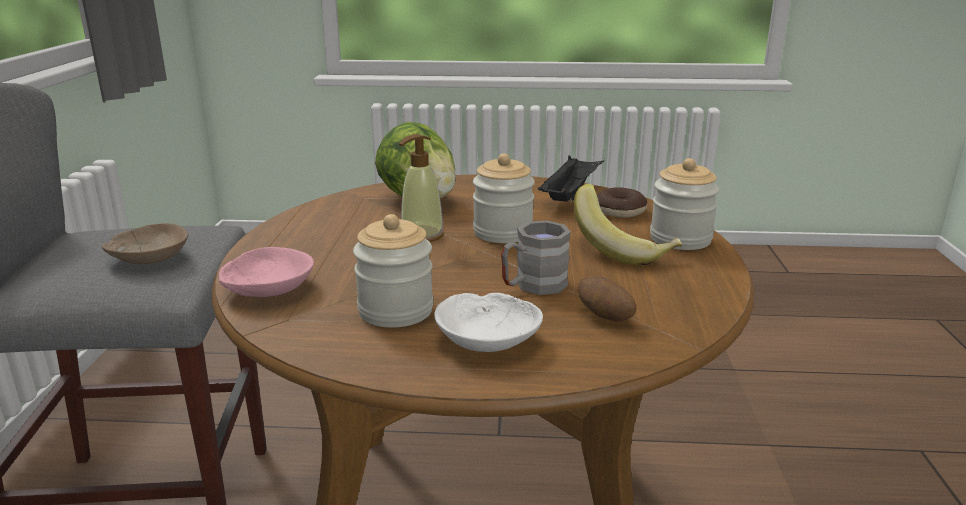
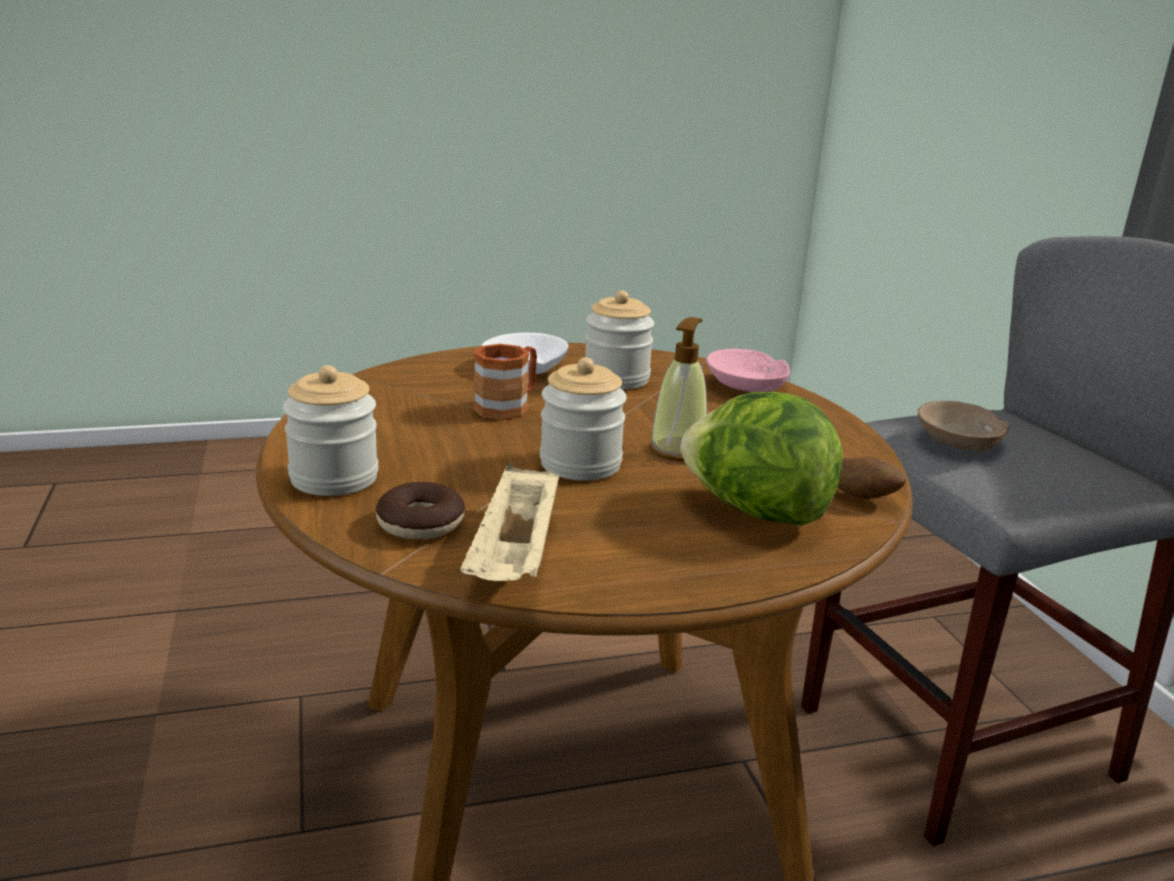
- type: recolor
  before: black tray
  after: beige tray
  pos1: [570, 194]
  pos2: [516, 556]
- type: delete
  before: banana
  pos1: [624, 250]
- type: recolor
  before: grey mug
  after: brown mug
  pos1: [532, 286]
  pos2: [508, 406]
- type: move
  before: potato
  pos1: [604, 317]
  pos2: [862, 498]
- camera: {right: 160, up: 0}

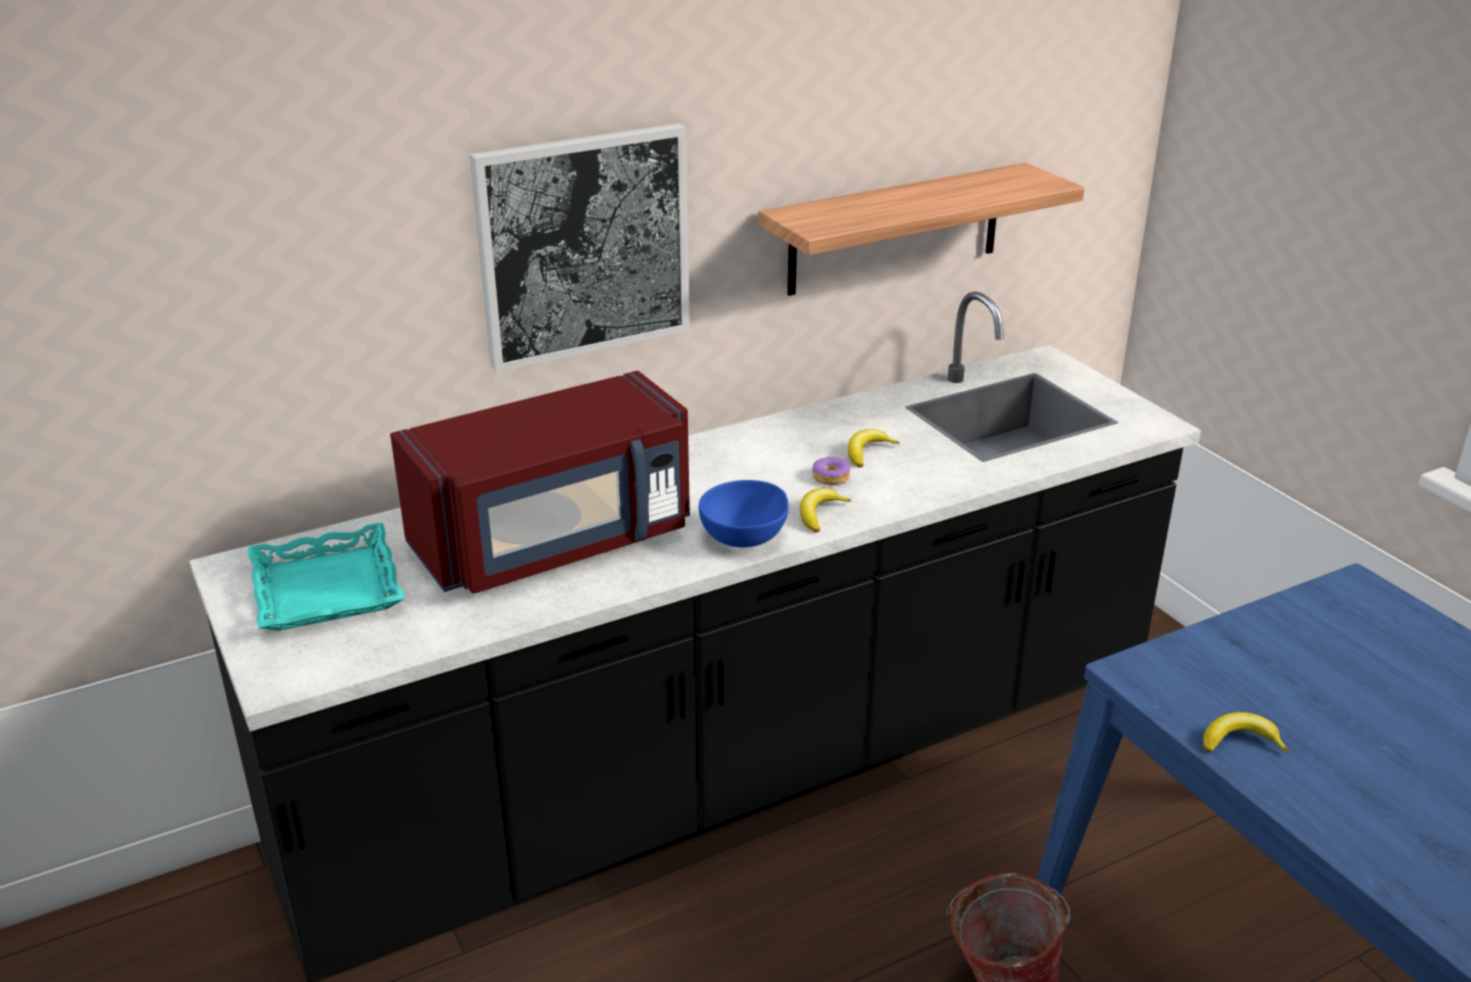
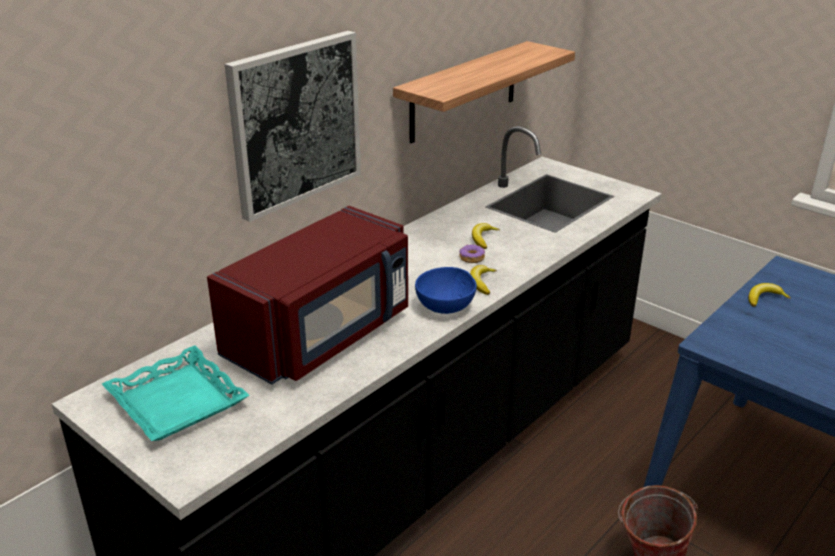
- type: move
  before: banana
  pos1: [1240, 741]
  pos2: [764, 298]
- camera: {right: -20, up: 0}

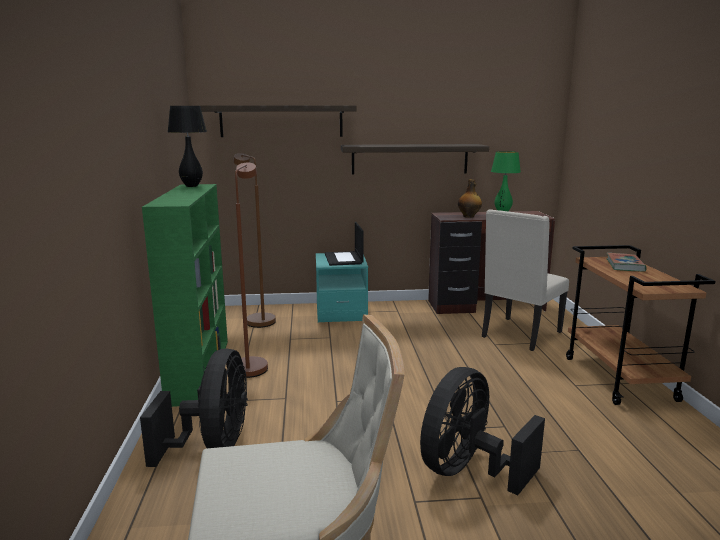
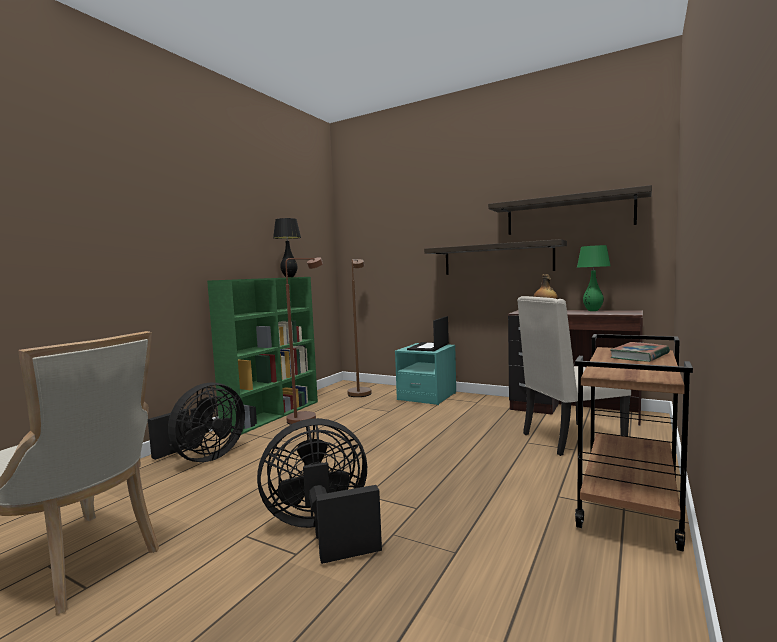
- type: move
  before: shelf
  pos1: [281, 121]
  pos2: [568, 215]
- camera: {right: 35, up: -10}

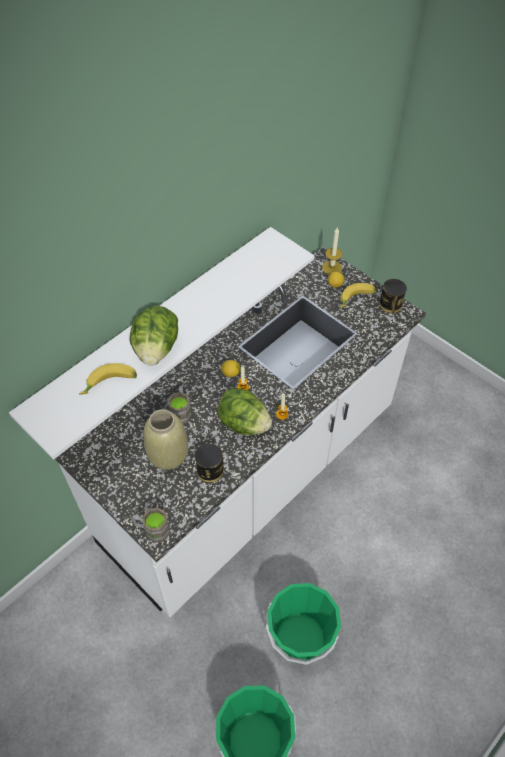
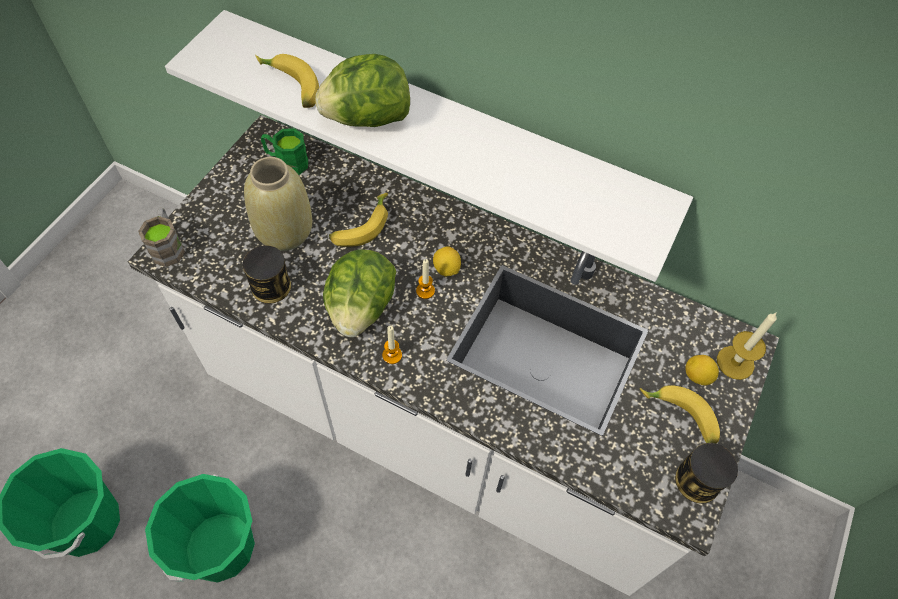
- type: replace
  before: brown mug
  after: banana
  pos1: [181, 411]
  pos2: [361, 226]
- type: insert
  after: green mug
  pos2: [286, 162]
- camera: {right: 70, up: 5}

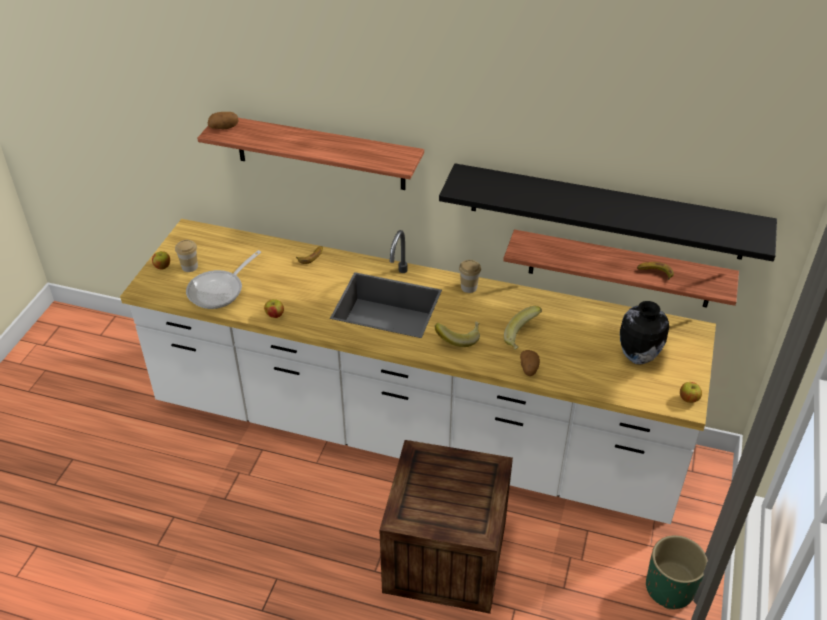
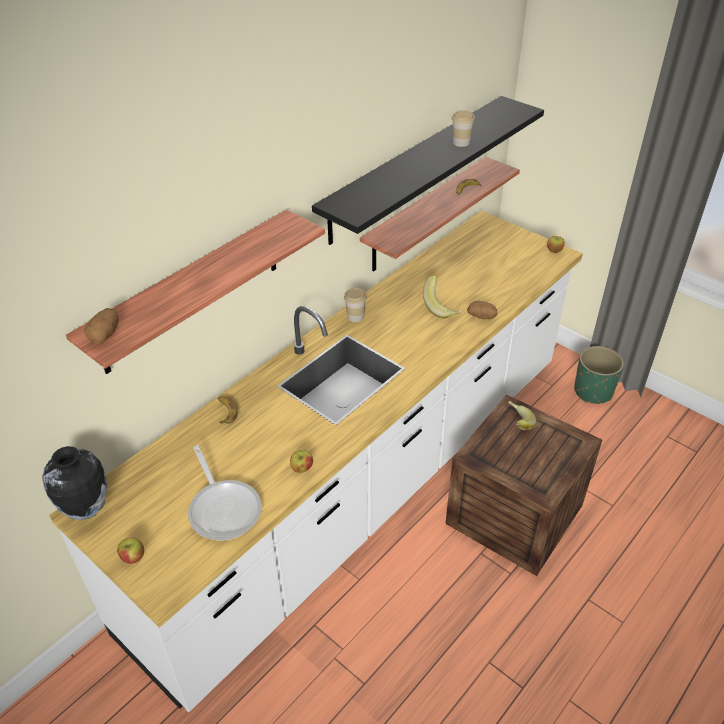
- type: move
  before: cup
  pos1: [189, 267]
  pos2: [461, 142]
- type: move
  before: vase
  pos1: [637, 357]
  pos2: [86, 510]
- type: move
  before: banana
  pos1: [458, 338]
  pos2: [516, 423]
- camera: {right: -65, up: 0}

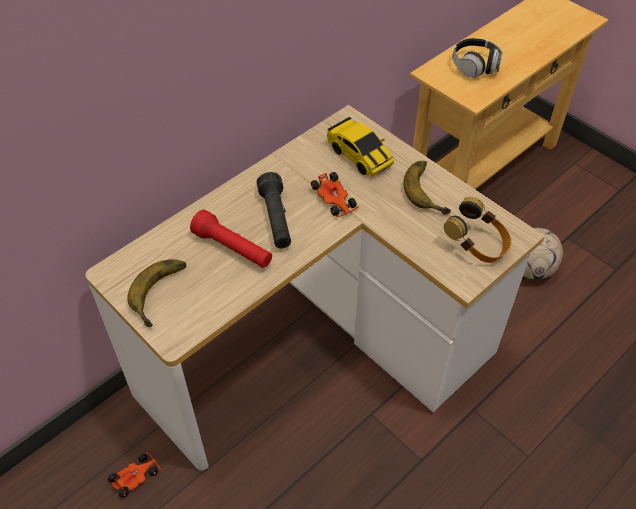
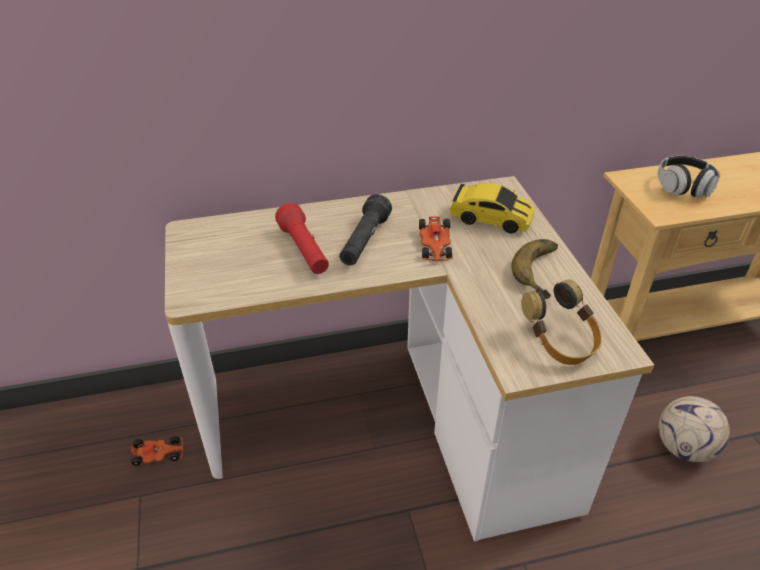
- type: rotate
  before: toy car
  pos1: [359, 156]
  pos2: [491, 219]
  turn: -60
- type: delete
  before: banana
  pos1: [164, 294]
- camera: {right: 30, up: -10}

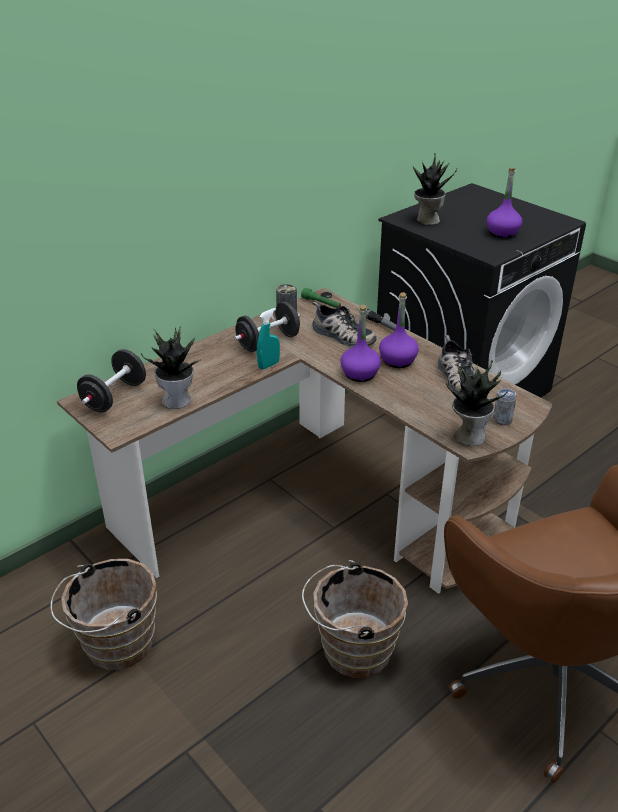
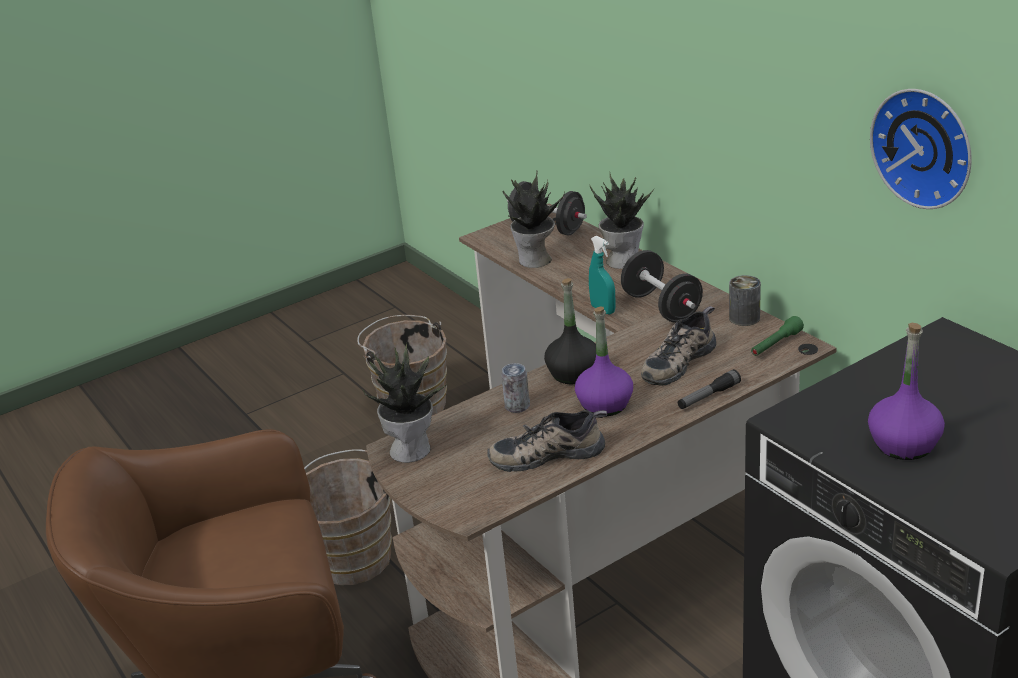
- type: move
  before: potted plant
  pos1: [427, 220]
  pos2: [622, 260]
- type: recolor
  before: purple bottle
  after: black bottle
  pos1: [360, 374]
  pos2: [573, 373]
- type: move
  before: can
  pos1: [502, 420]
  pos2: [517, 406]
- type: insert
  after: wall clock
  pos2: [926, 146]
- camera: {right: 100, up: -5}

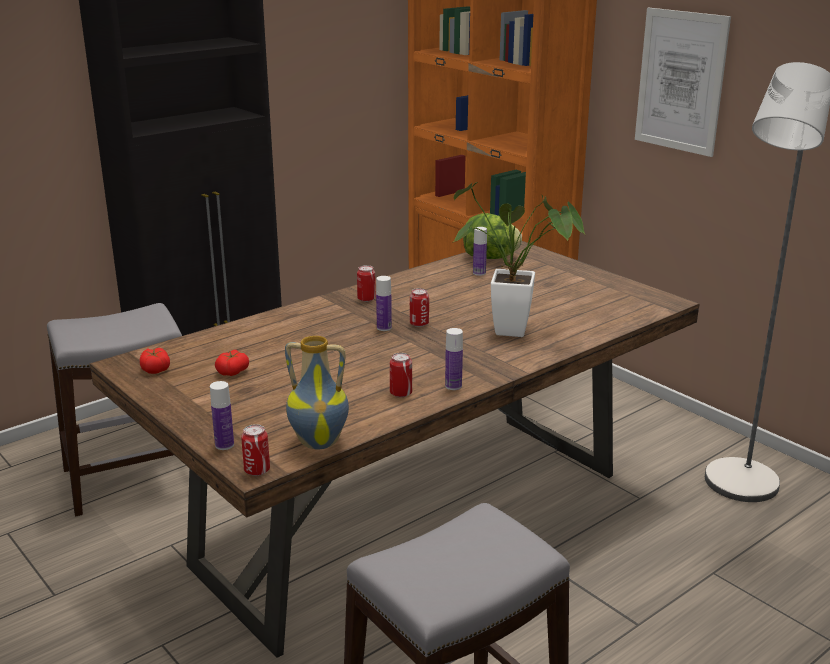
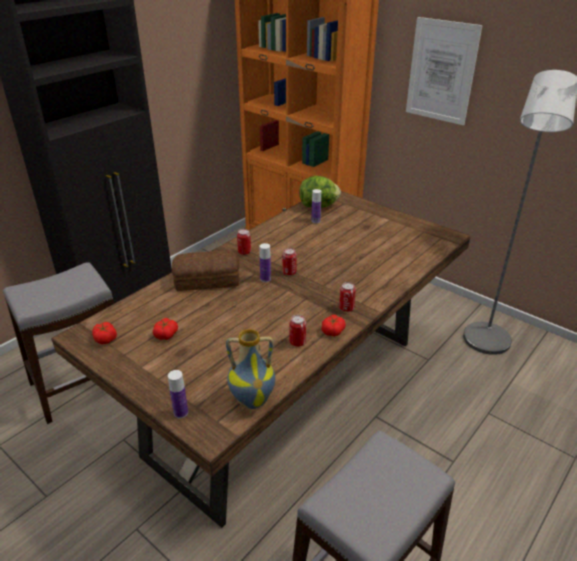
- type: delete
  before: potted plant
  pos1: [520, 332]
- type: replace
  before: bottle
  after: tomato
  pos1: [453, 386]
  pos2: [332, 331]
- type: move
  before: can
  pos1: [257, 470]
  pos2: [346, 308]
- type: insert
  after: bread
  pos2: [208, 280]
- camera: {right: -10, up: 10}

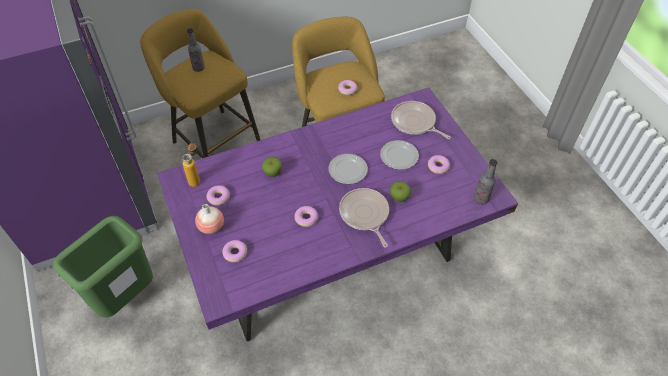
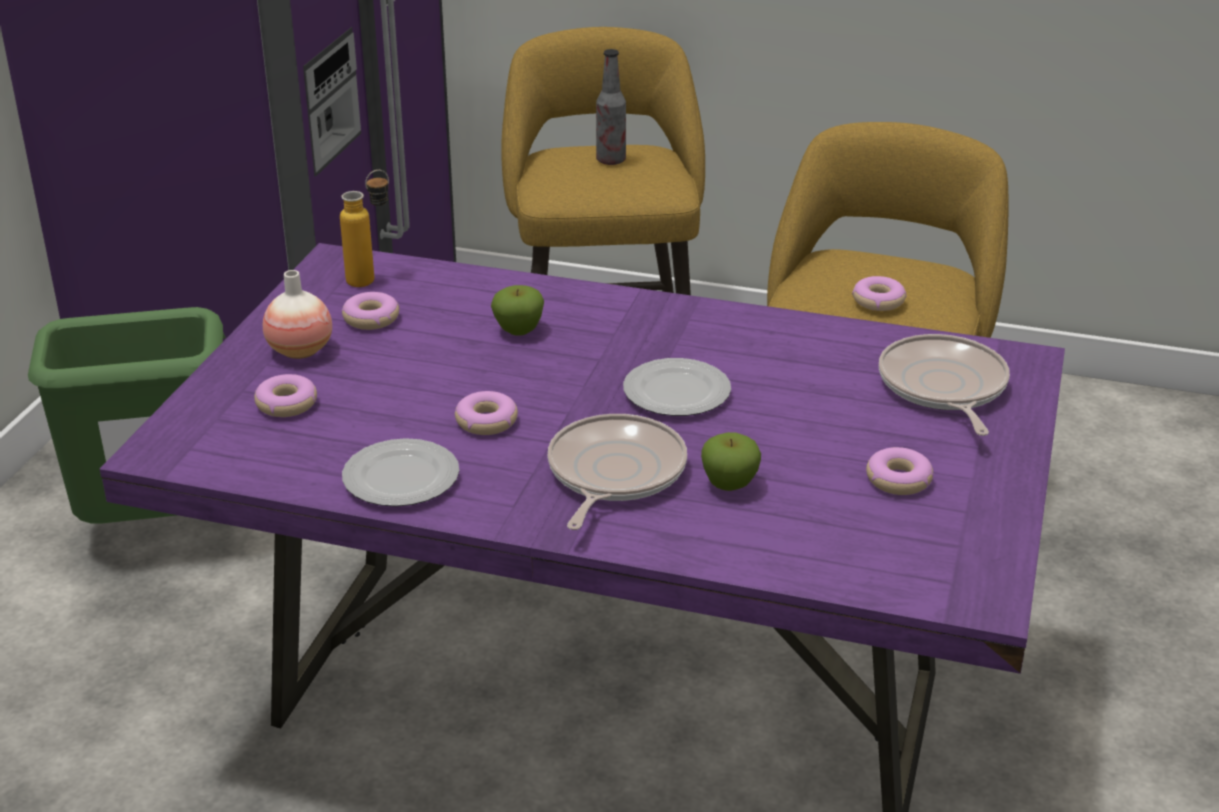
- type: move
  before: plate
  pos1: [399, 156]
  pos2: [402, 478]
- type: delete
  before: bottle
  pos1: [481, 199]
- camera: {right: 40, up: -20}

